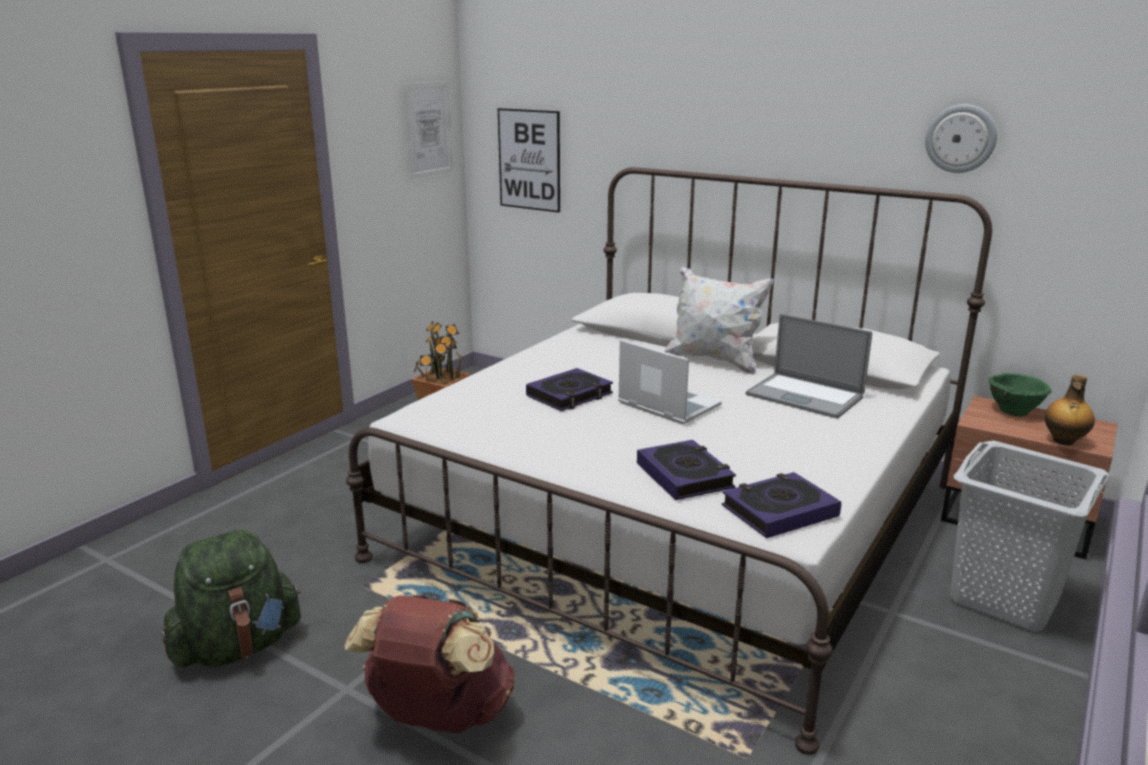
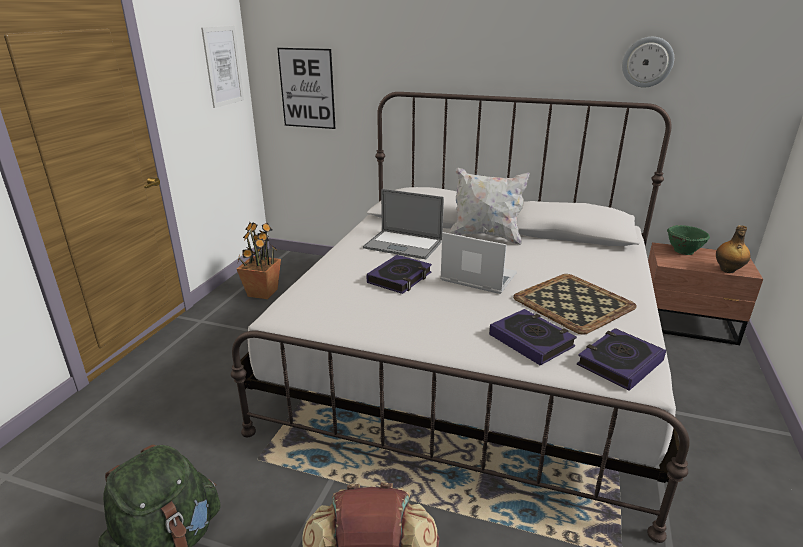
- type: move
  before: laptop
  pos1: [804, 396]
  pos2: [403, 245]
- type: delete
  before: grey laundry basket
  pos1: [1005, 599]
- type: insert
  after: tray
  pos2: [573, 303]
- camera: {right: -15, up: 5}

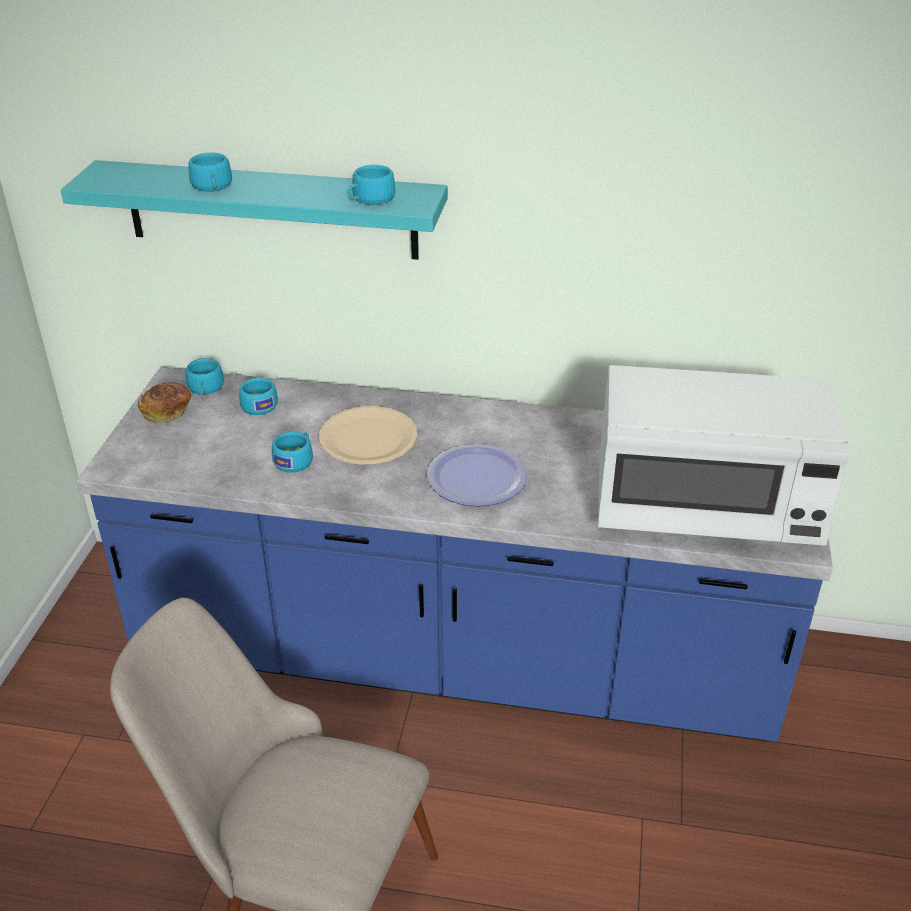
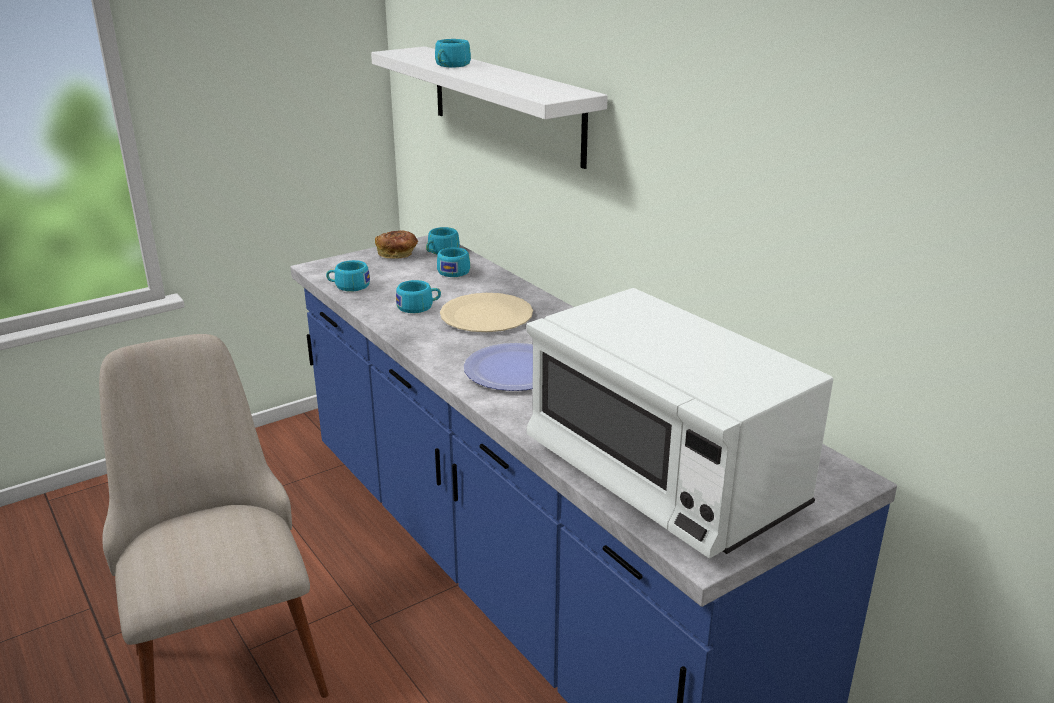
- type: recolor
  before: turquoise shelf
  after: white shelf
  pos1: [271, 210]
  pos2: [505, 103]
- type: move
  before: turquoise cup
  pos1: [370, 199]
  pos2: [348, 286]
- camera: {right: 45, up: -10}

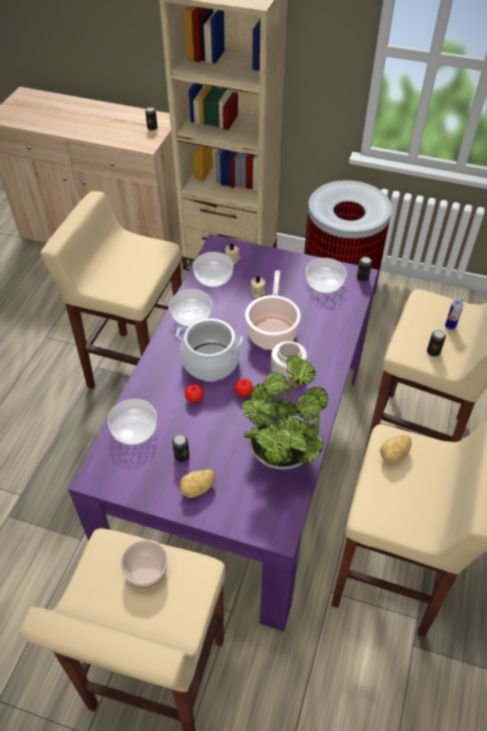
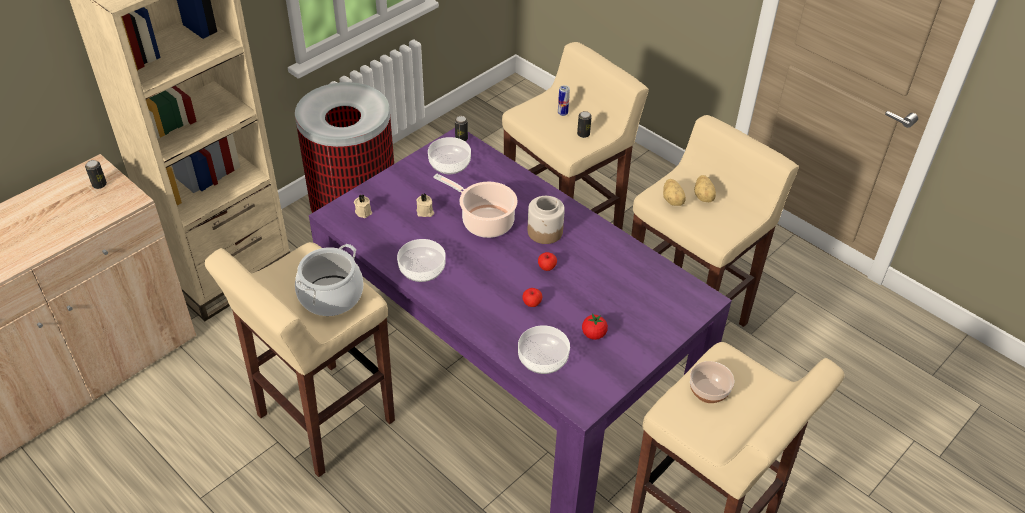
- type: delete
  before: bowl
  pos1: [214, 278]
- type: move
  before: cooking pot
  pos1: [210, 362]
  pos2: [331, 296]
- type: delete
  before: potted plant
  pos1: [281, 449]
- type: replace
  before: can
  after: tomato
  pos1: [182, 456]
  pos2: [593, 334]
- type: move
  before: potato
  pos1: [198, 489]
  pos2: [704, 197]
- camera: {right: -65, up: -5}

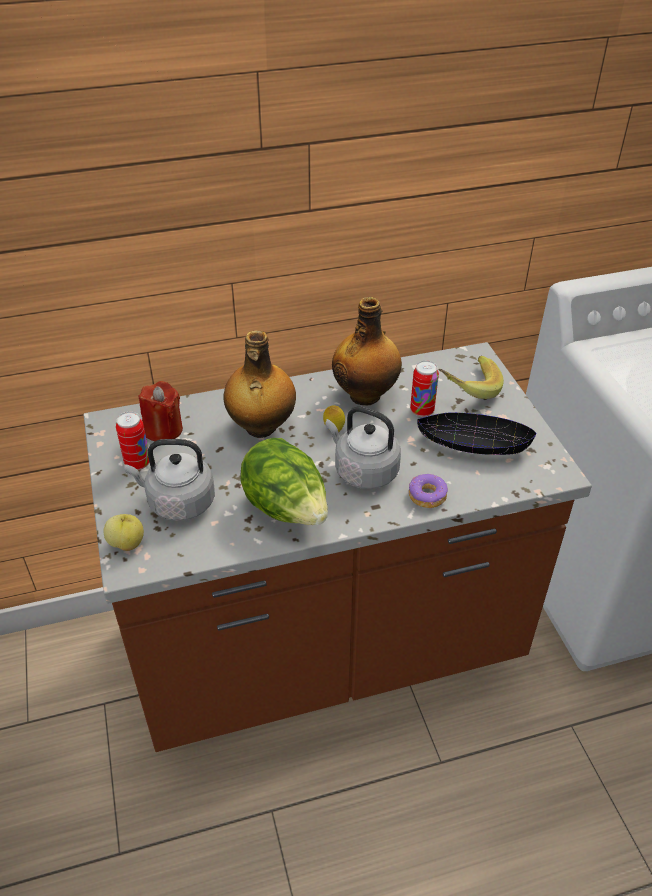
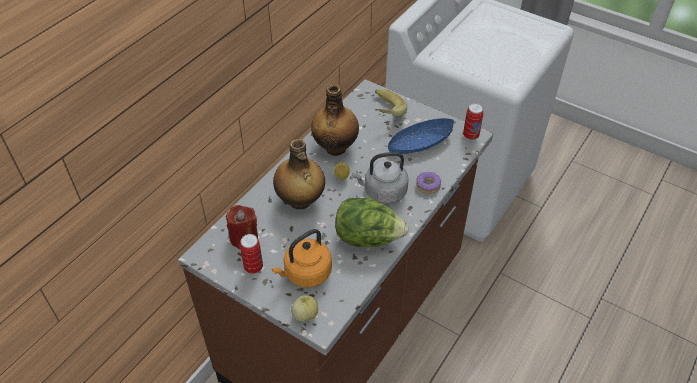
- type: move
  before: can
  pos1: [422, 411]
  pos2: [470, 135]
- type: recolor
  before: black bowl
  after: blue bowl
  pos1: [473, 444]
  pos2: [419, 144]
- type: recolor
  before: grey kettle
  after: orange kettle
  pos1: [178, 503]
  pos2: [305, 274]
- camera: {right: -40, up: 5}

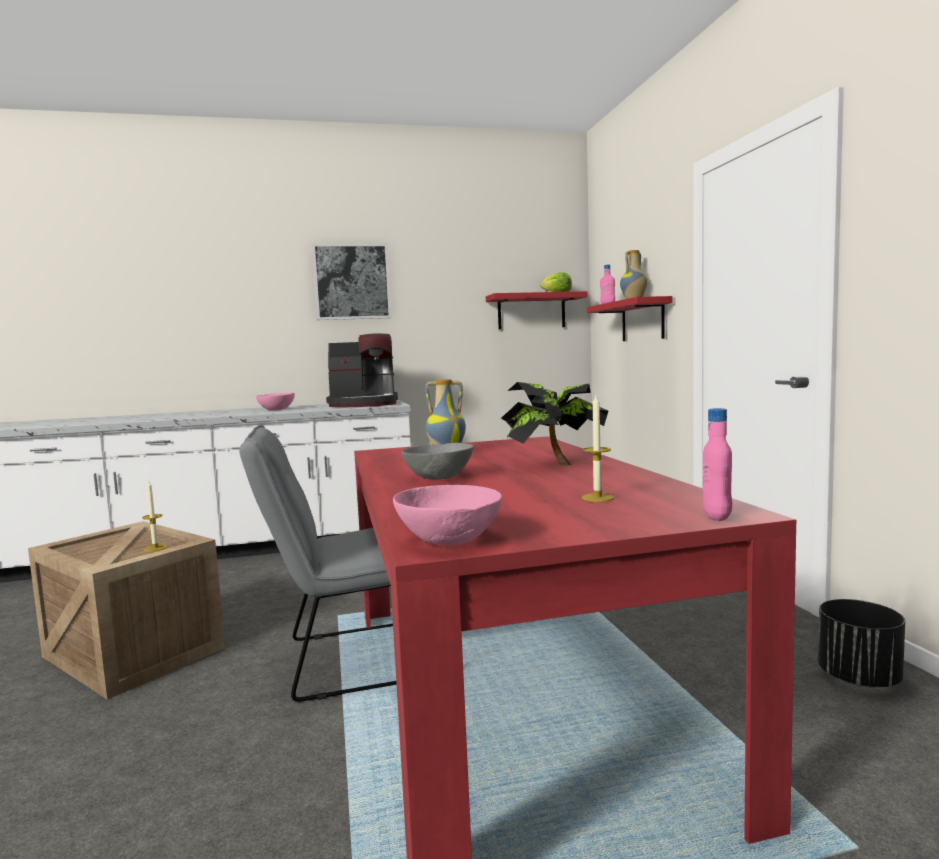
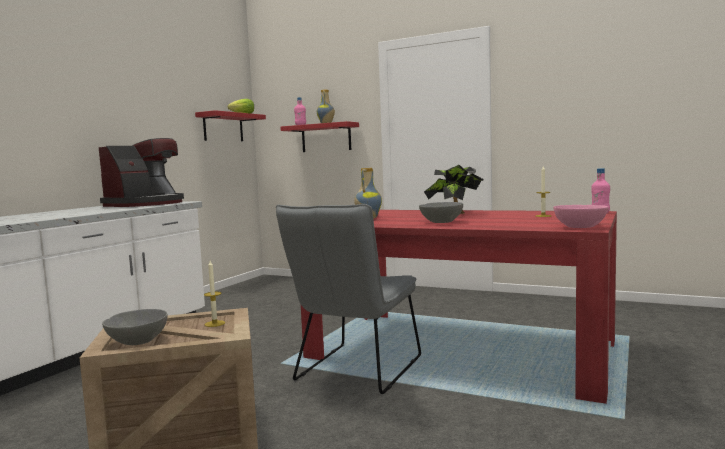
- type: delete
  before: picture
  pos1: [352, 282]
- type: delete
  before: pink bowl
  pos1: [276, 409]
- type: delete
  before: black planter
  pos1: [859, 679]
- type: insert
  after: grey bowl
  pos2: [137, 341]
- camera: {right: -50, up: 0}

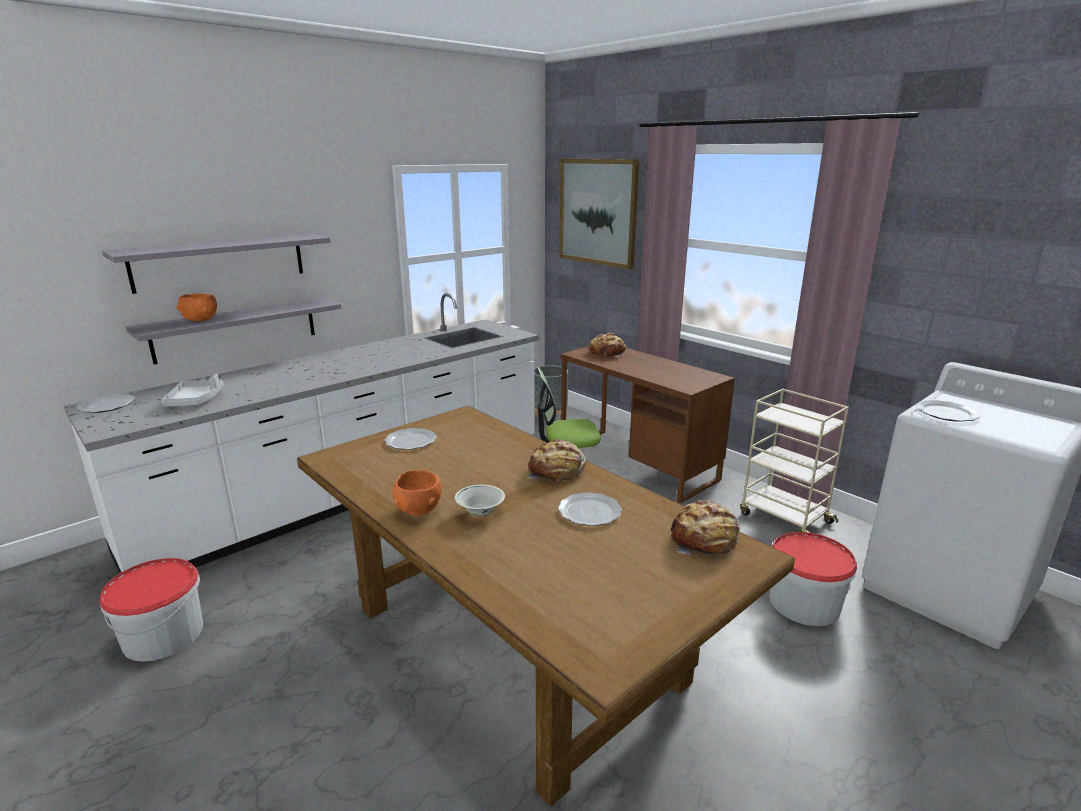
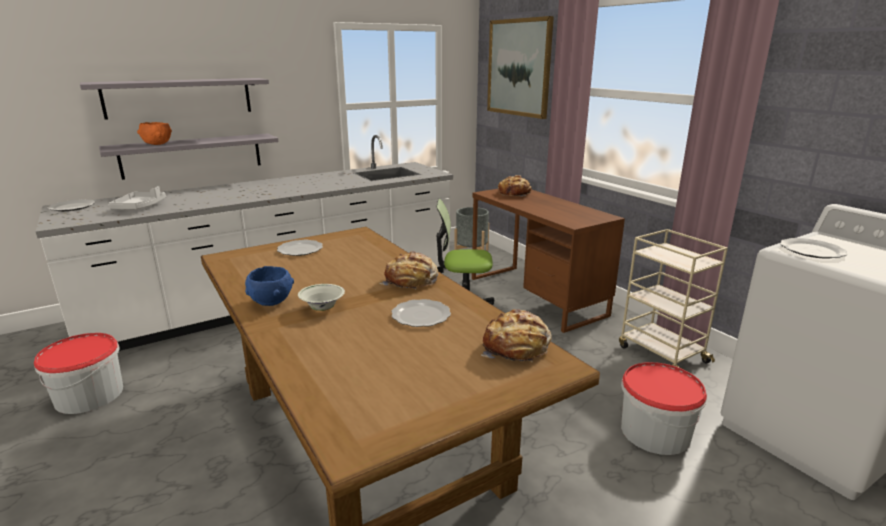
- type: recolor
  before: orange bowl
  after: blue bowl
  pos1: [418, 511]
  pos2: [271, 303]
- camera: {right: 10, up: 0}

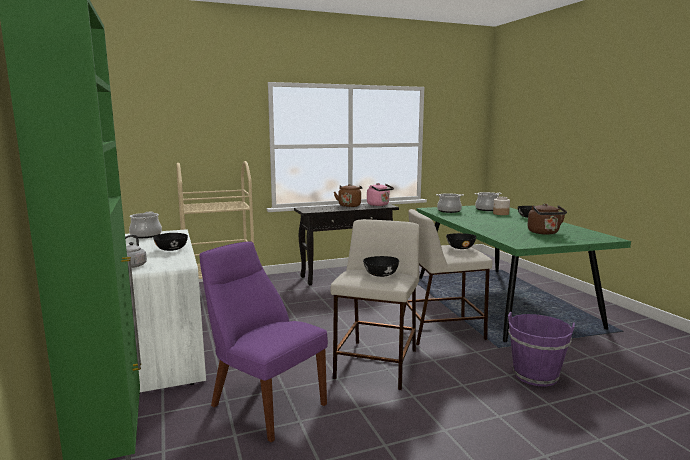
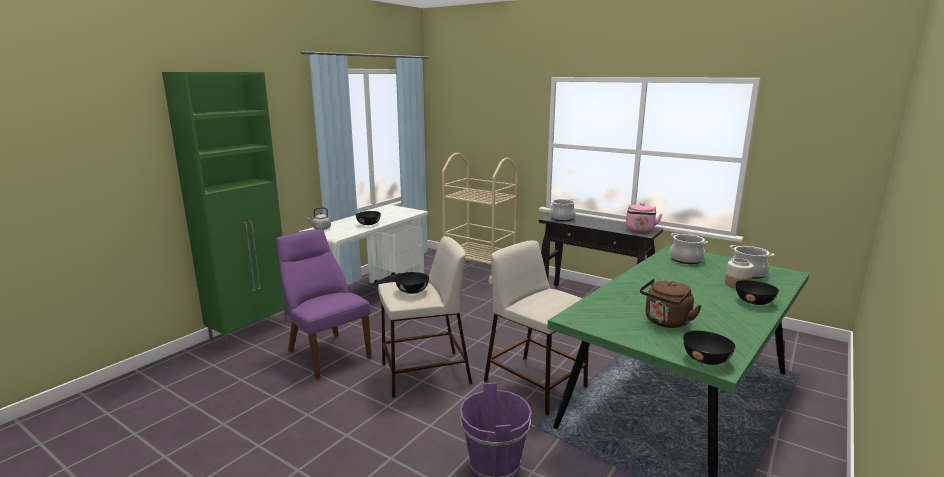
- type: delete
  before: brown kettle
  pos1: [349, 205]
- type: move
  before: cooking pot
  pos1: [146, 235]
  pos2: [562, 218]
- type: move
  before: black bowl
  pos1: [460, 248]
  pos2: [706, 359]
- type: rotate
  before: purple chair
  pos1: [264, 403]
  pos2: [326, 353]
  turn: -45
- camera: {right: 55, up: 5}

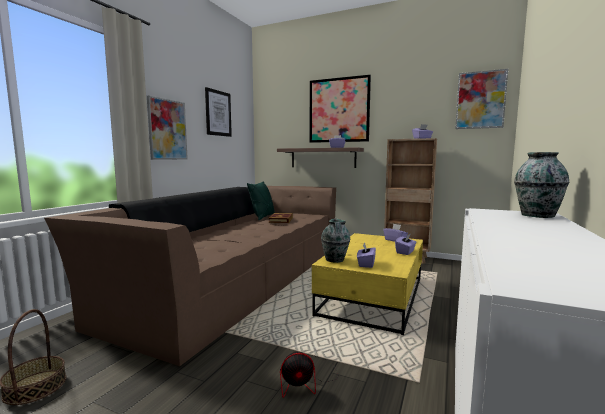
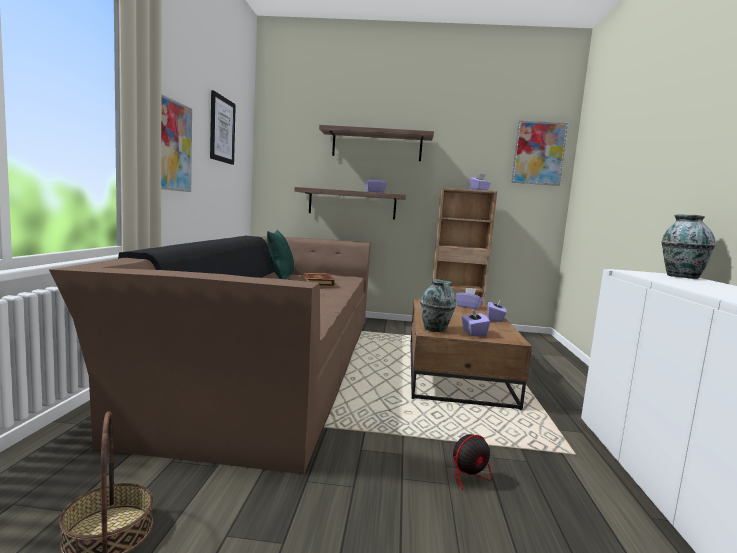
- type: replace
  before: picture
  after: shelf
  pos1: [339, 110]
  pos2: [377, 145]
- type: recolor
  before: yellow coffee table
  after: brown coffee table
  pos1: [373, 296]
  pos2: [455, 372]
- camera: {right: -20, up: 0}

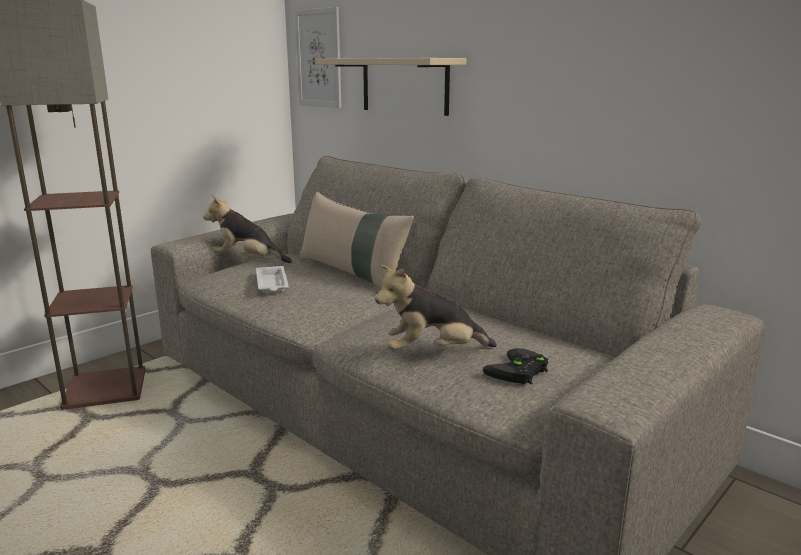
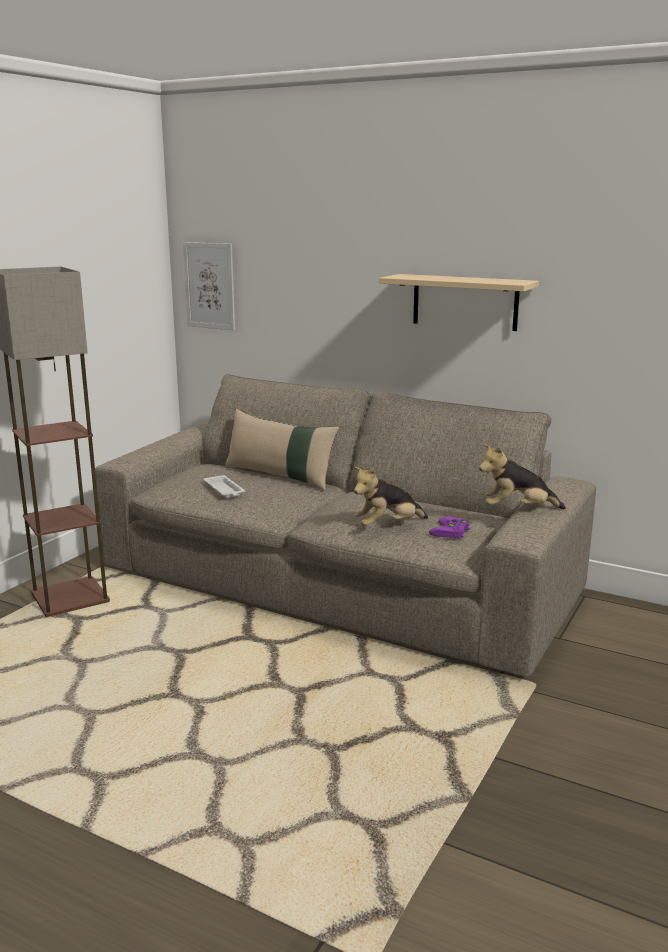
- type: move
  before: beige shelf
  pos1: [404, 85]
  pos2: [465, 302]
- type: move
  before: plush toy
  pos1: [248, 260]
  pos2: [517, 509]
- type: recolor
  before: black game controller
  after: purple game controller
  pos1: [518, 372]
  pos2: [451, 531]
- camera: {right: -15, up: 0}

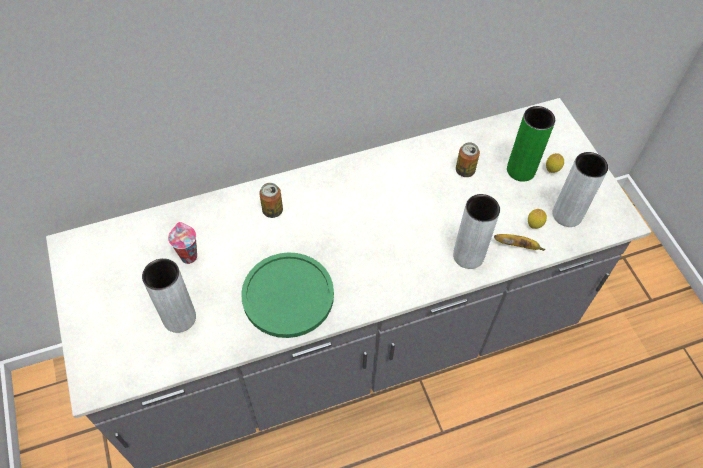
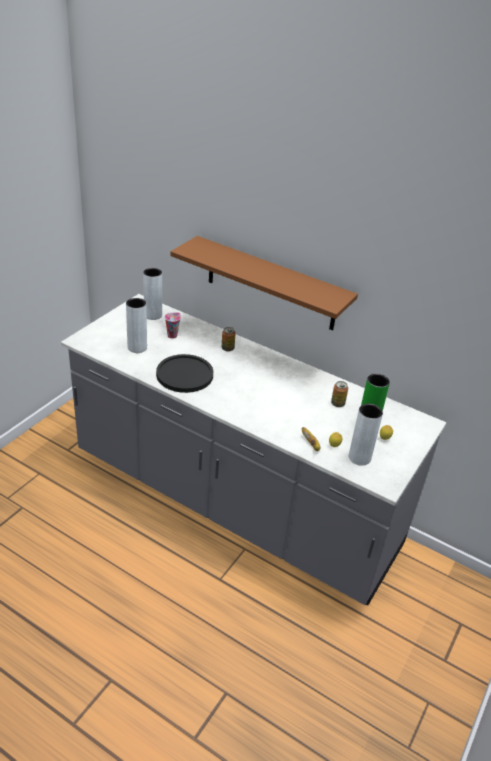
- type: move
  before: grey vase
  pos1: [468, 255]
  pos2: [153, 315]
- type: recolor
  before: green plate
  after: black plate
  pos1: [288, 295]
  pos2: [184, 374]
- type: insert
  after: brown shelf
  pos2: [271, 284]
- camera: {right: 50, up: -20}

